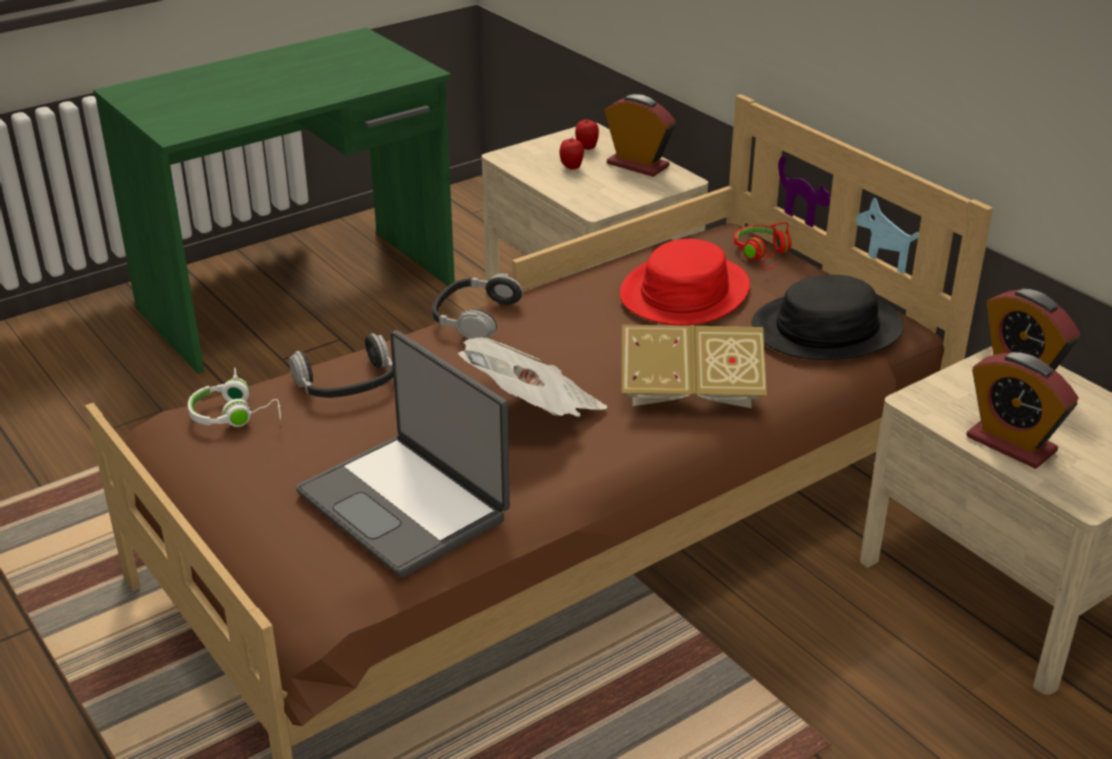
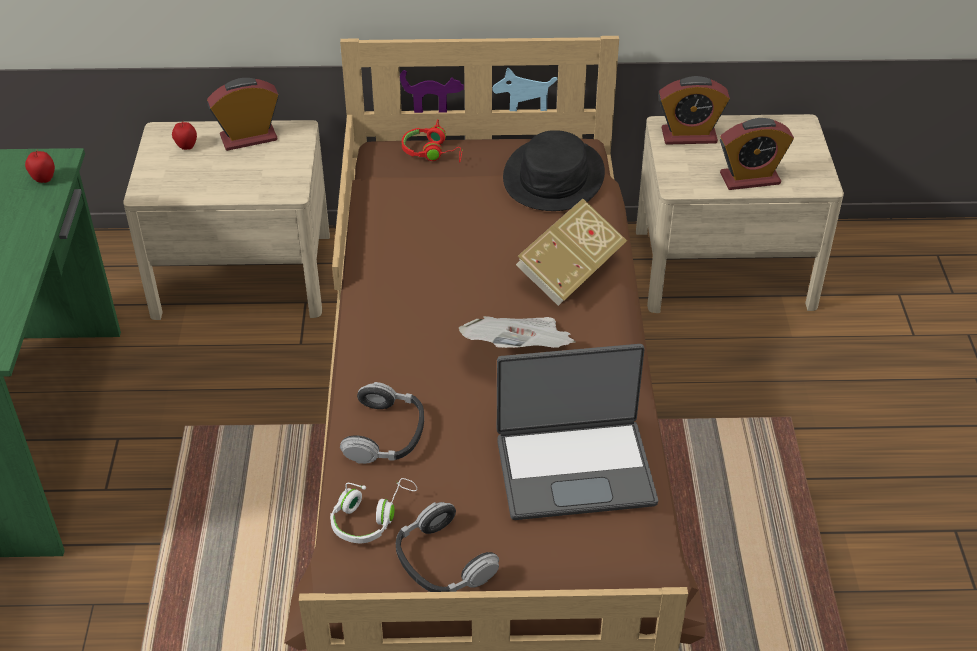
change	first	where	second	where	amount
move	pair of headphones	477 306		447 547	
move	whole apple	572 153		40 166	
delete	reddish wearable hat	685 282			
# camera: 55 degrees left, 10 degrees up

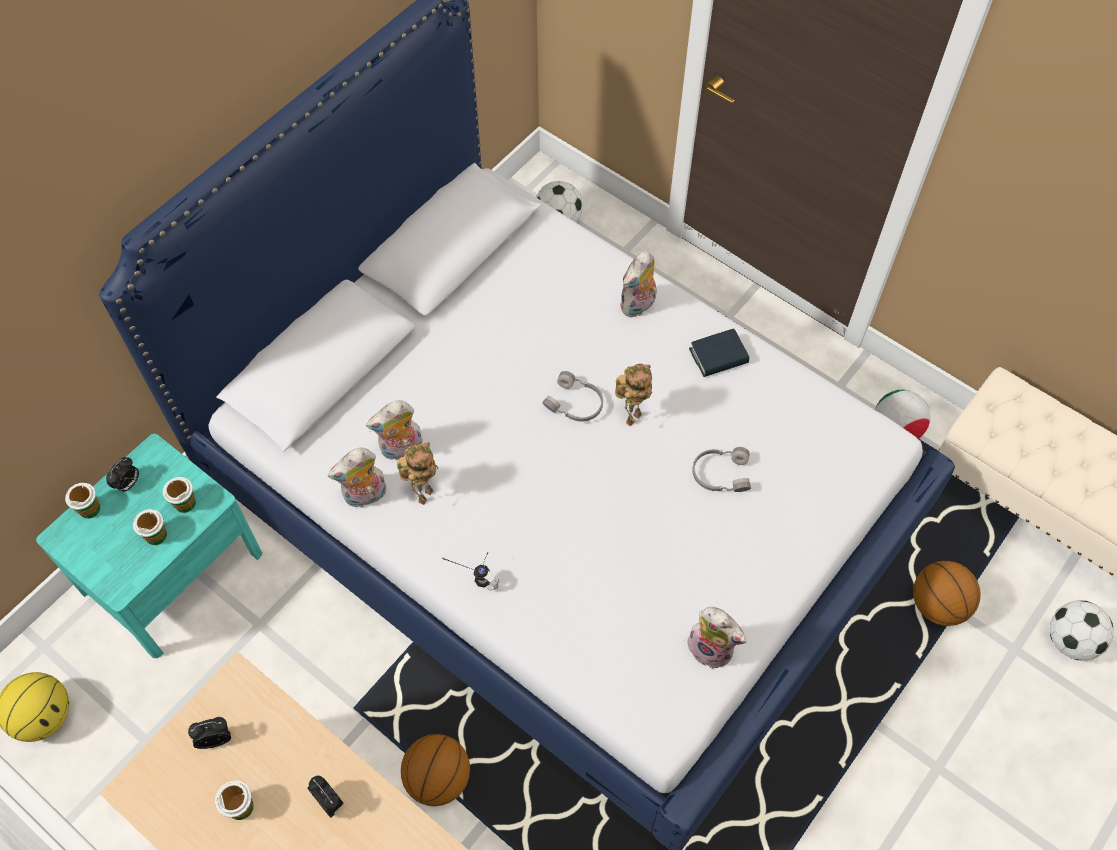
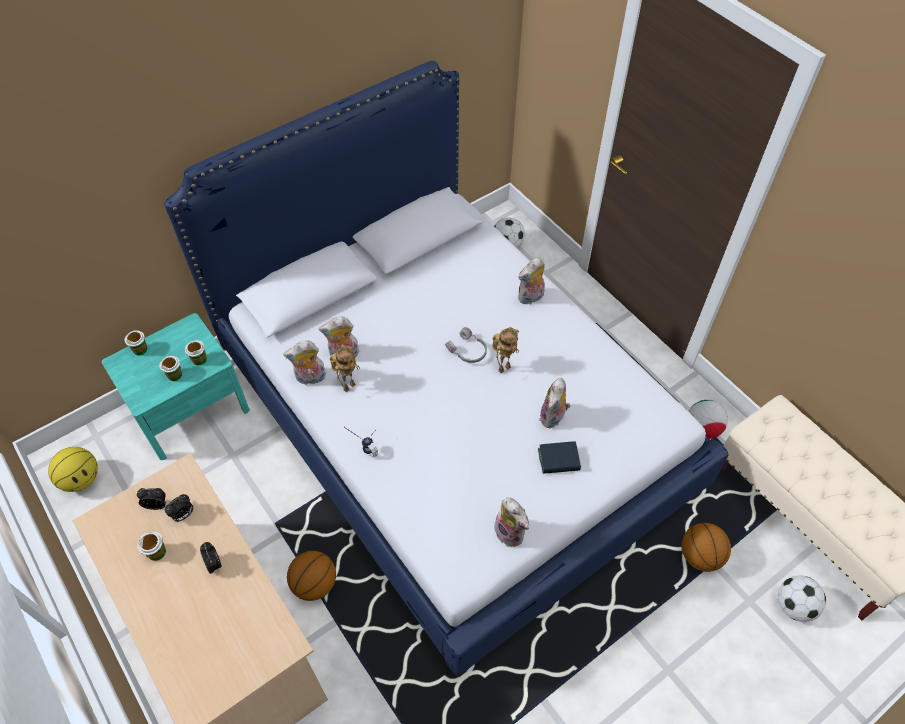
change	first	where	second	where	amount
move	table clock	122 475		179 508	
move	volume	719 353		559 457	
replace	grey pair of headphones	721 469	soft toy	554 403	
# camera: 15 degrees right, 5 degrees down

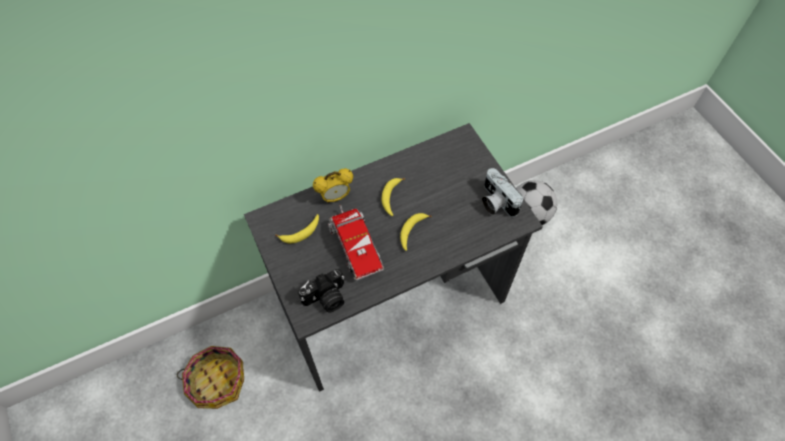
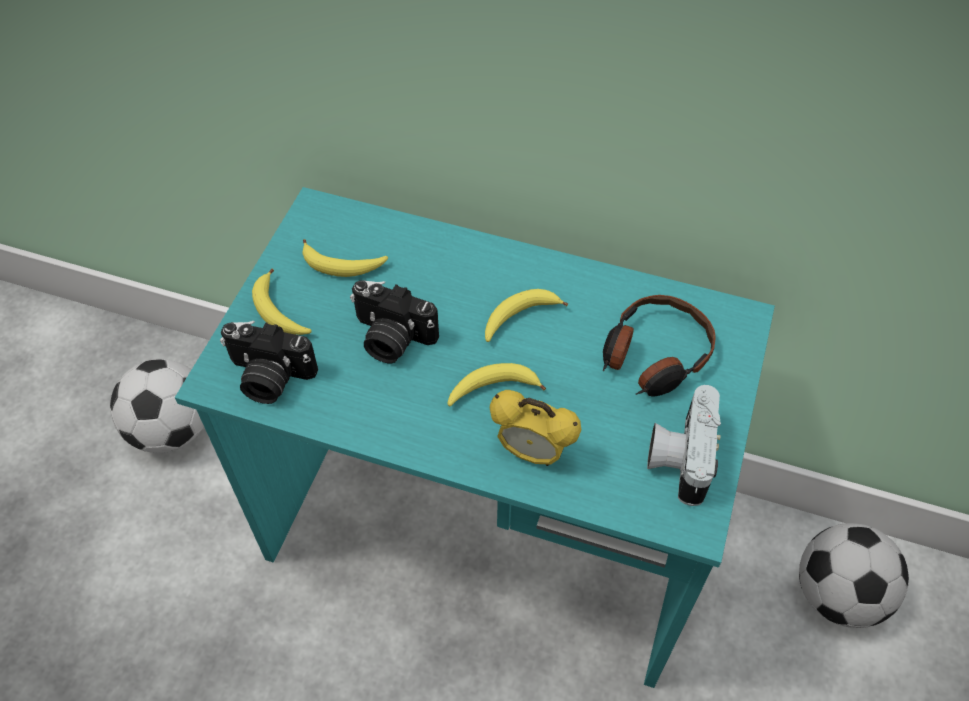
change	first	where	second	where	amount
replace	household basket	210 377	ball for football	157 406	
recolor	grey desk table	393 257	turquoise desk table	475 437	
move	table clock	333 185		535 428	
replace	toy lorry	356 242	photo camera	394 321	
insert			whole banana	282 302	
insert			pair of headphones	659 346	
# camera: 45 degrees right, 5 degrees down

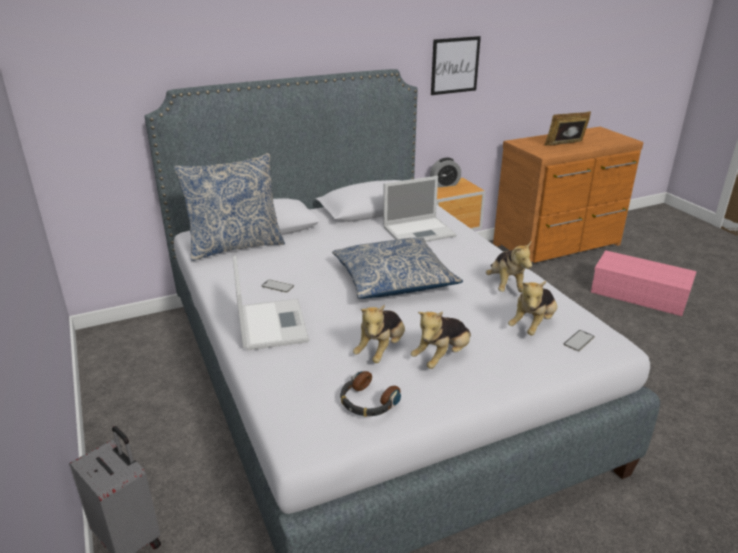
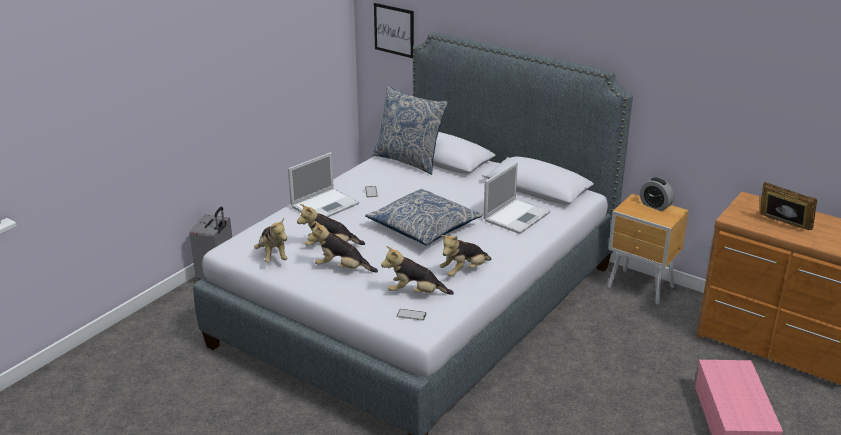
change	first	where	second	where	amount
replace	pair of headphones	370 394	soft toy	270 240	
rotate	portable computer	420 209		516 198	90 degrees counterclockwise
move	wall picture	456 65		394 30	
# camera: 60 degrees right, 0 degrees up

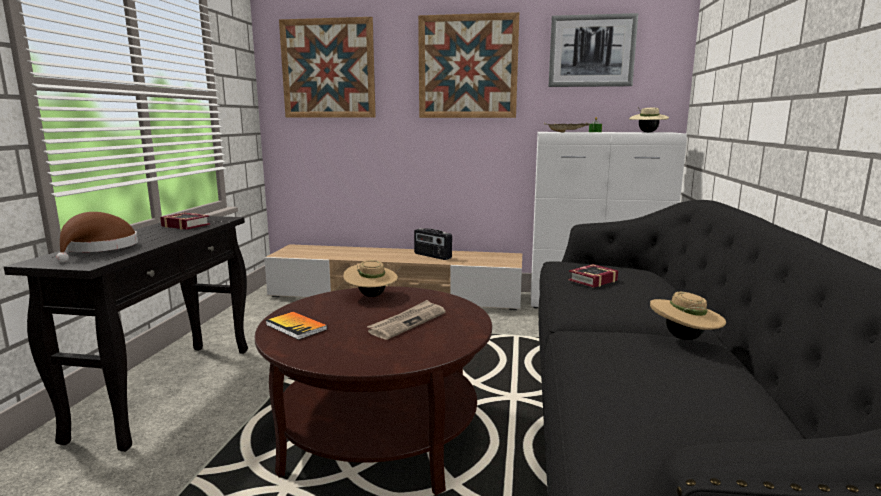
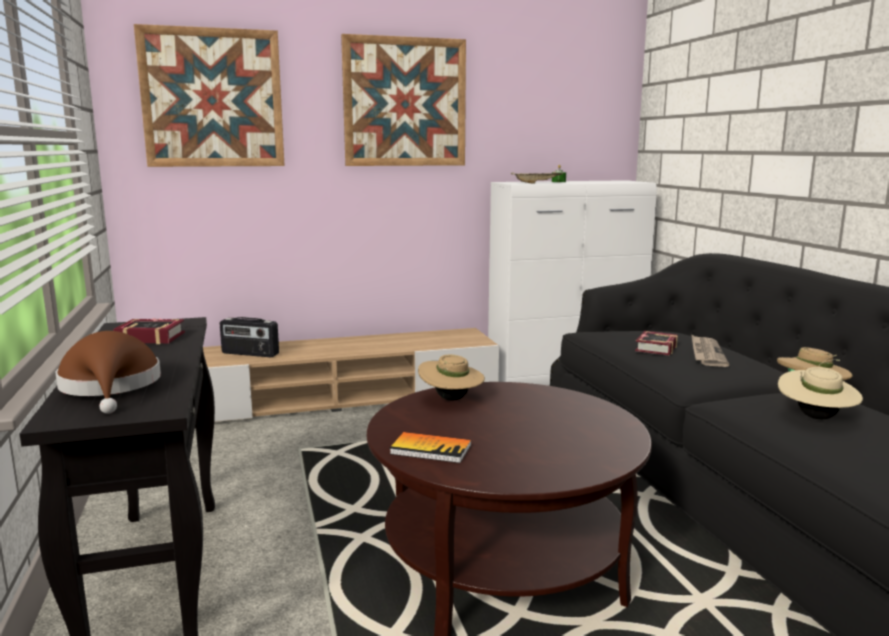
change	first	where	second	where	amount
move	daily paper	406 320		710 350	
move	radio receiver	433 244		249 337	
delete	wall picture	593 50			
move	beige-coloured wearable hat	649 119		820 393	
# camera: 25 degrees left, 0 degrees up

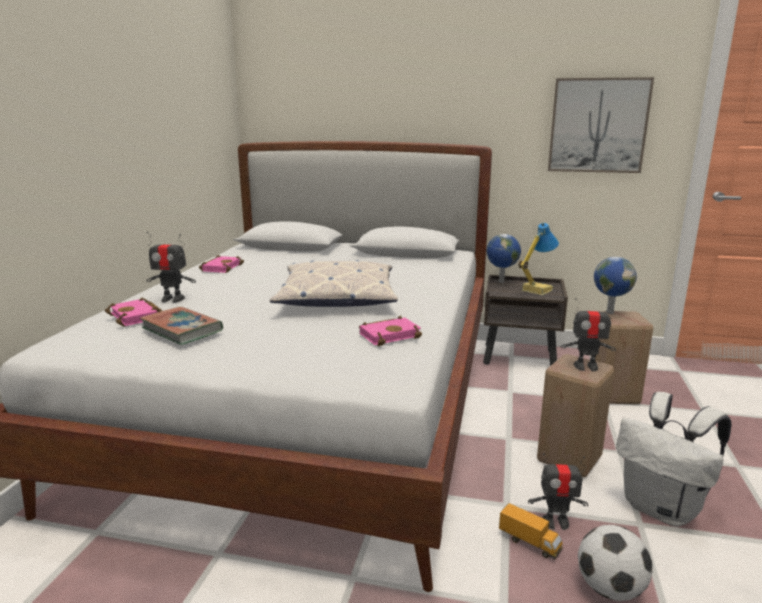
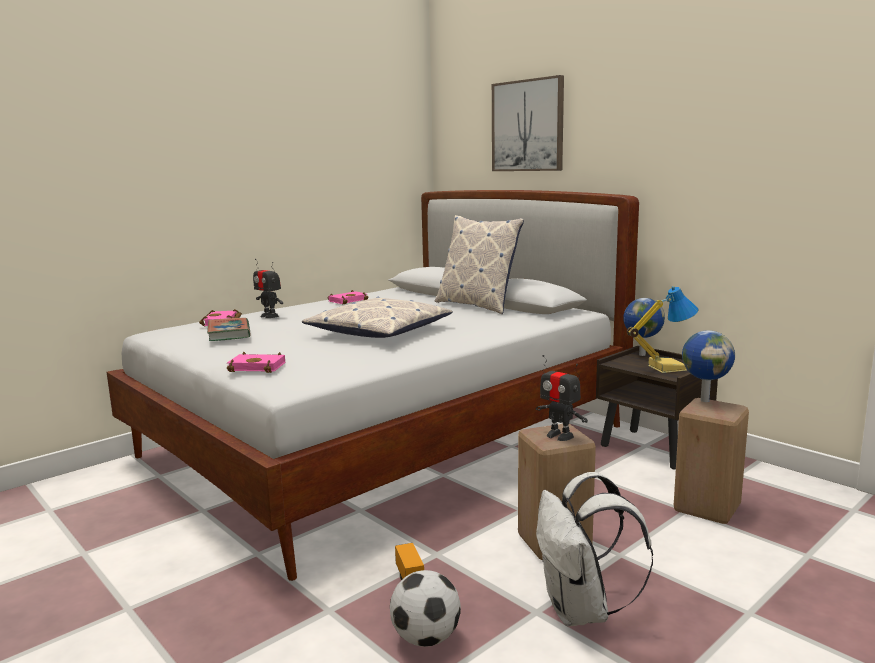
change	first	where	second	where	amount
move	pink-coloured volume	390 331		256 362	
delete	robot figure	558 491			
move	wall picture	601 125		528 123	
insert			throw pillow	479 264	
# camera: 35 degrees right, 5 degrees down

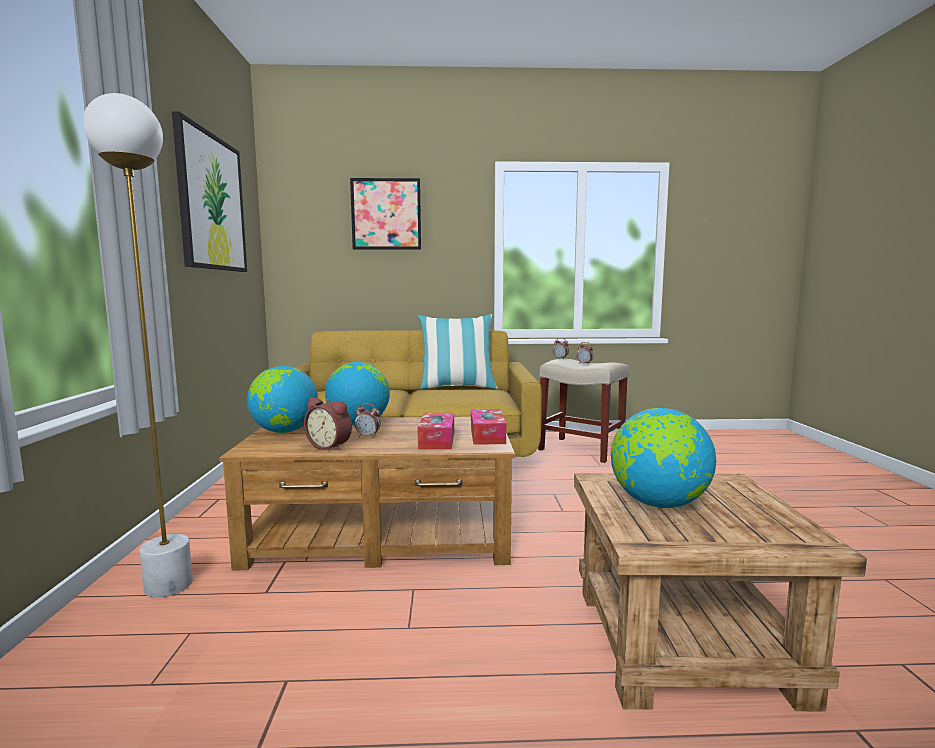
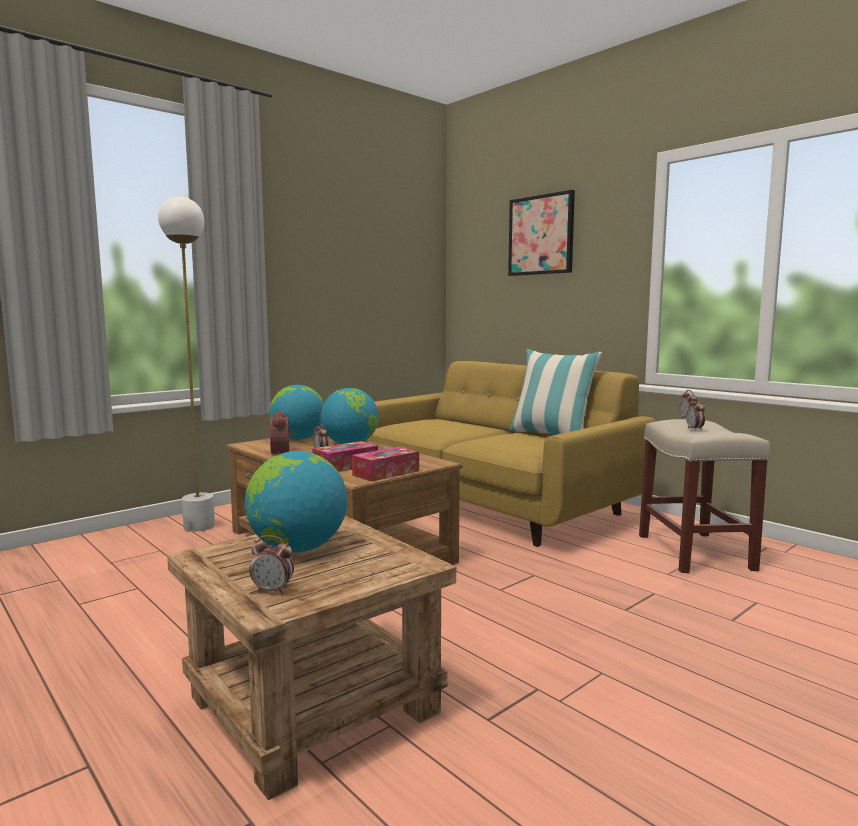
change	first	where	second	where	amount
delete	wall picture	209 191			
insert			table clock	271 564	
# camera: 50 degrees right, 0 degrees up

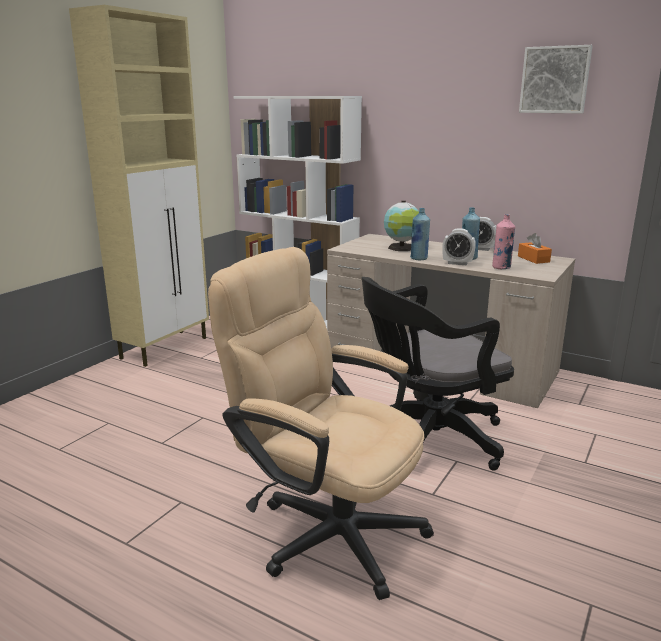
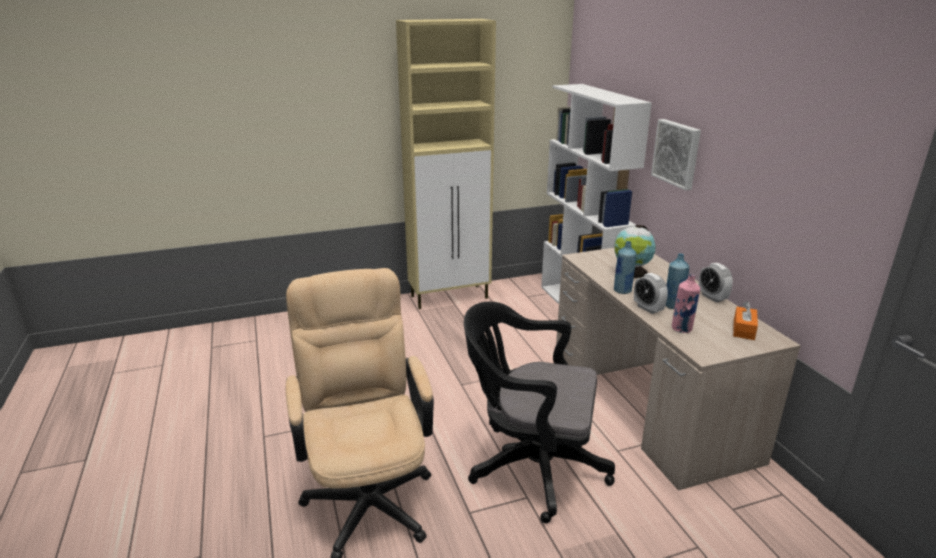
change	first	where	second	where	amount
move	wall picture	556 79		676 155	
# camera: 40 degrees right, 5 degrees up

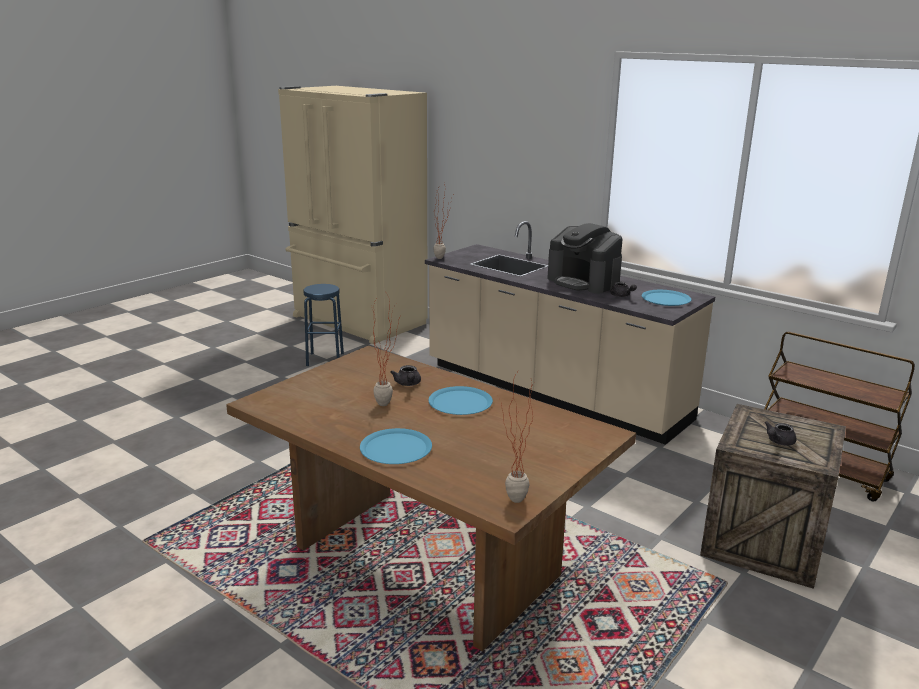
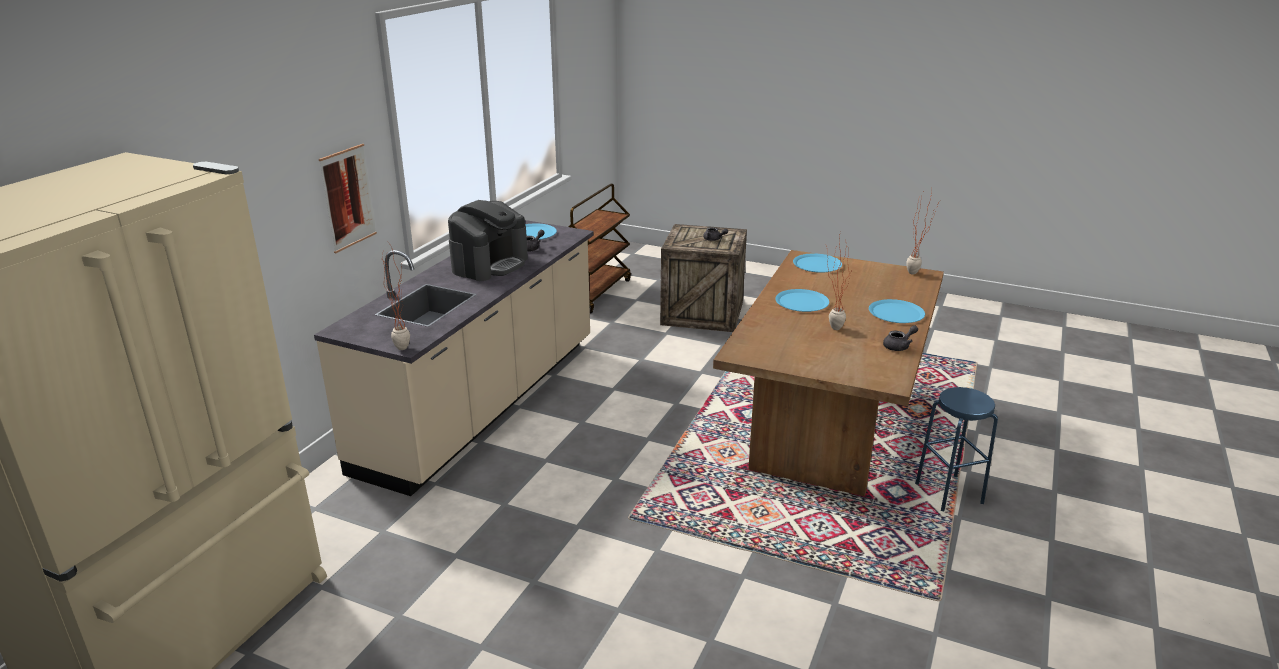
change	first	where	second	where	amount
move	bluish stool seat	323 325		956 449	
move	grey tea pot	405 375		900 338	
insert			wall picture	348 198	
insert			bluish dinner plate	817 263	
# camera: 105 degrees left, 5 degrees up

